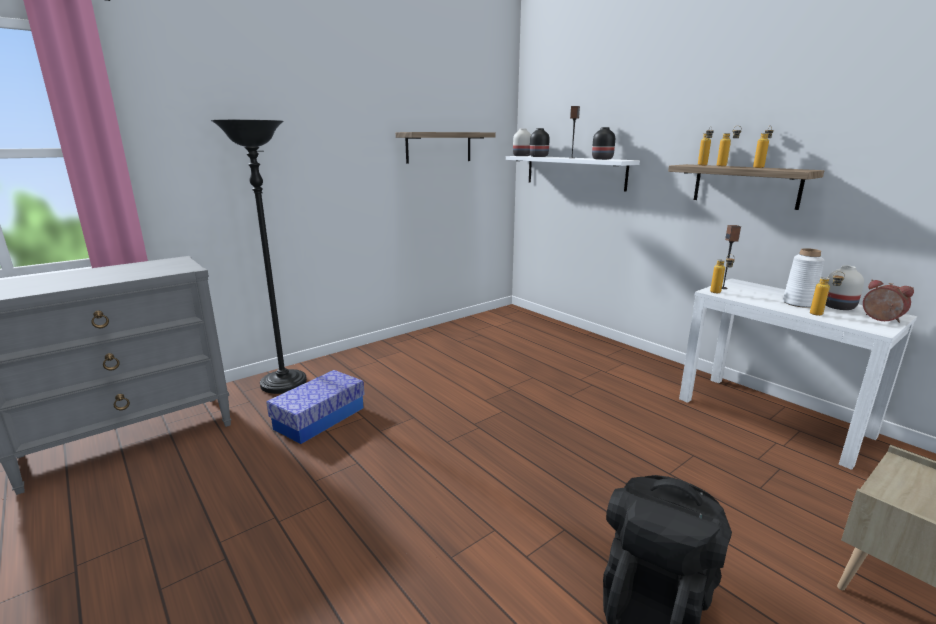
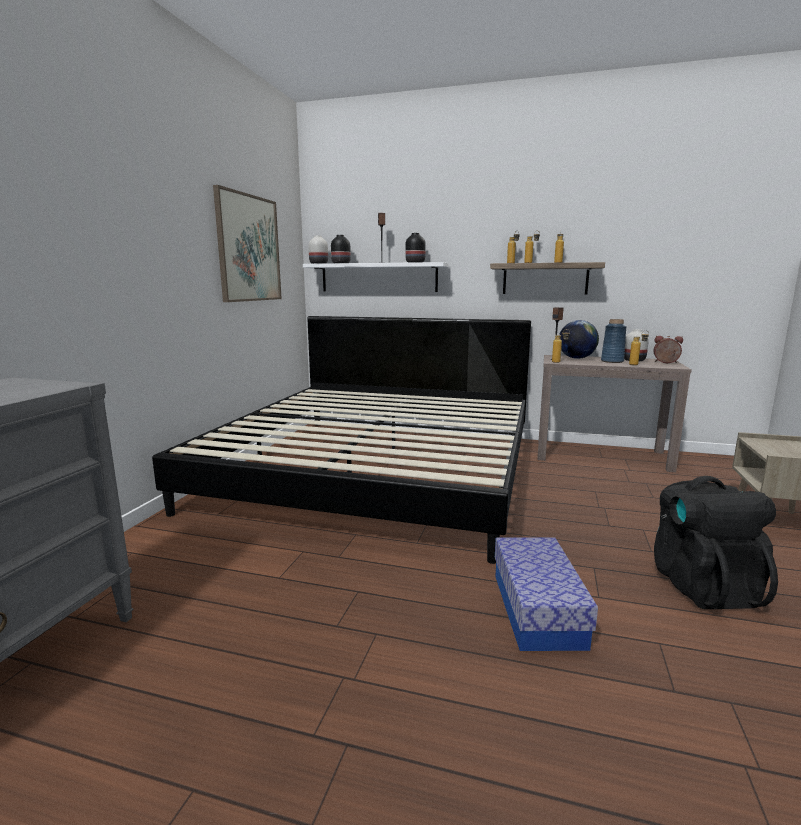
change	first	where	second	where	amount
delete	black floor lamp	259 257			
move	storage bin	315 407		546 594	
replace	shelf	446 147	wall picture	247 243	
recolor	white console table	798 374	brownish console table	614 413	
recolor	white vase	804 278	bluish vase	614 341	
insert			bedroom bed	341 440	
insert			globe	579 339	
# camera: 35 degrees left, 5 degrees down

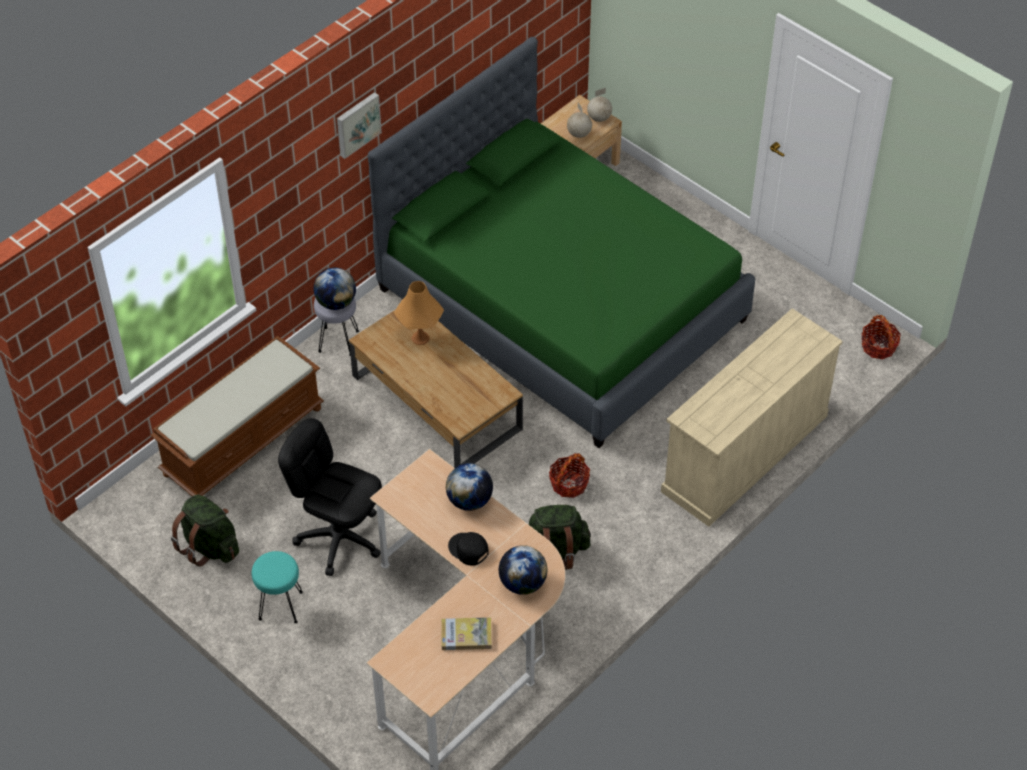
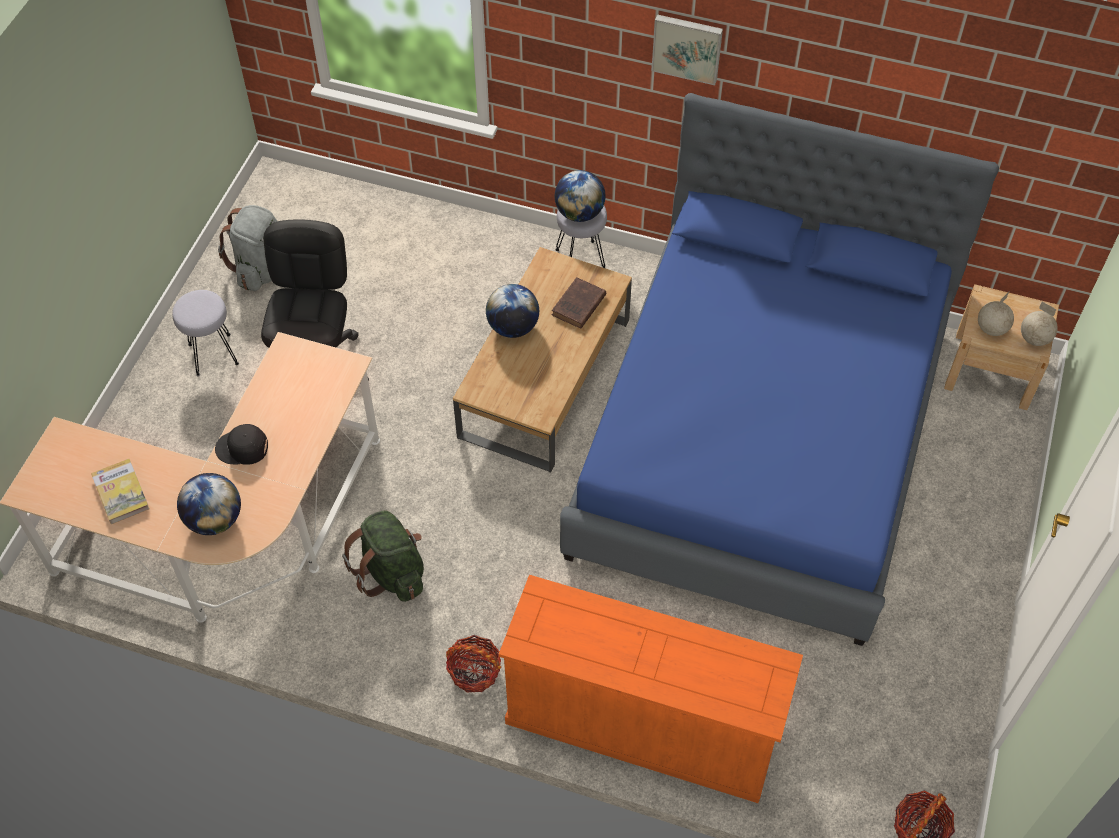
change	first	where	second	where	amount
delete	brownish bench	237 416			
recolor	greenish knapsack	205 530	grey knapsack	247 248	
recolor	turquoise stool seat	277 587	grey stool seat	205 333	
recolor	greenish bedroom bed	561 242	bluish bedroom bed	779 369	
replace	orange-coloured table lamp	419 313	brownish volume	579 303	
move	globe	469 487		512 311	
rotate	black peaked cap	468 549		241 444	105 degrees counterclockwise
move	household basket	569 475		473 664	
recolor	beige-coloured chest of drawers	752 417	orange-coloured chest of drawers	651 689	
# camera: 65 degrees right, 5 degrees up

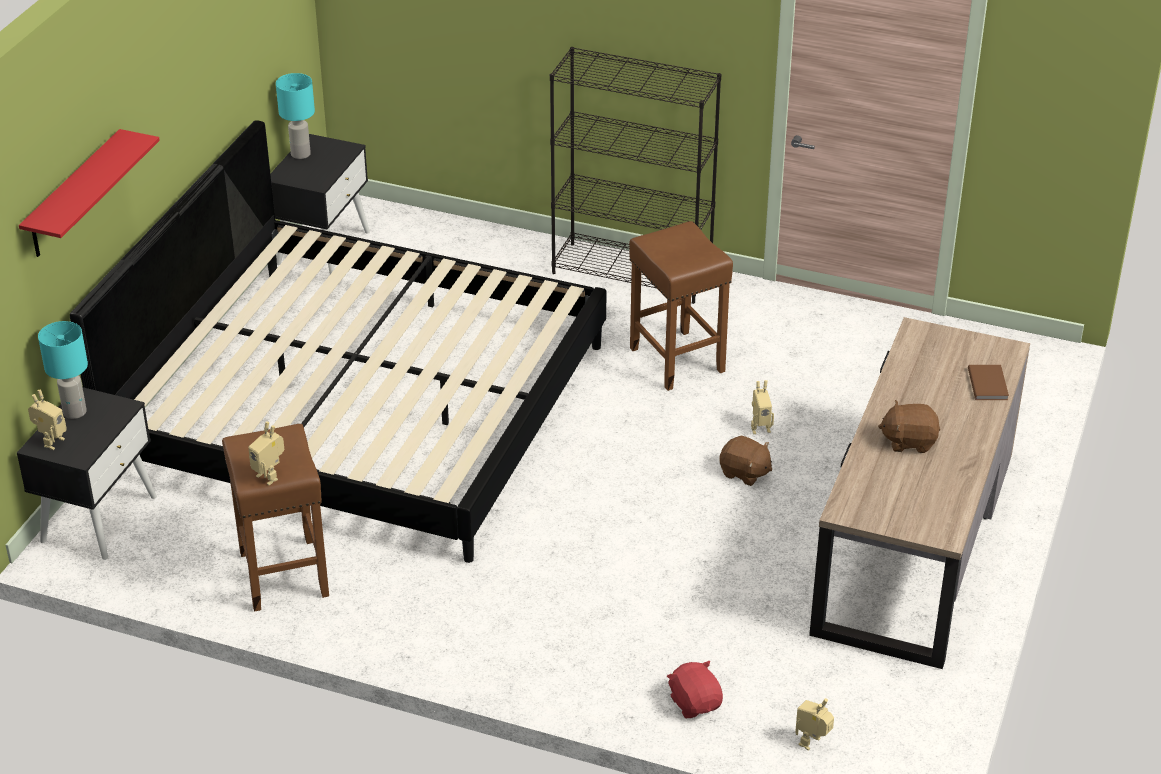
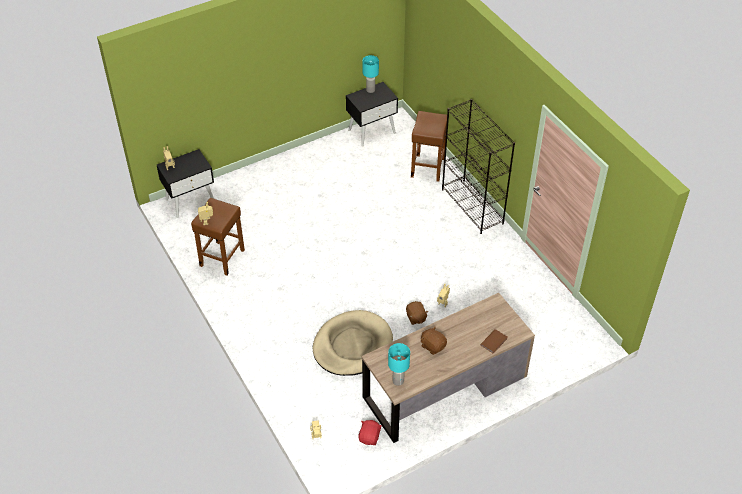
change	first	where	second	where	amount
delete	reddish shelf	89 193			
move	turquoise table lamp	63 370		399 364	
delete	bedroom bed	338 341			
move	brownish stool seat	681 306		429 146	
move	reddish soft toy	695 689		370 432	
insert			beige-coloured dog bed	353 343	
# camera: 40 degrees right, 10 degrees up

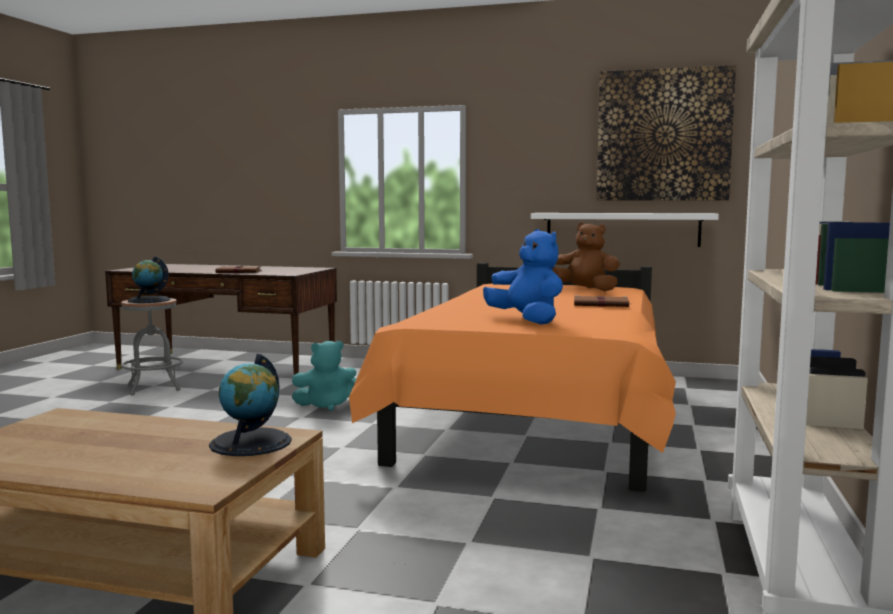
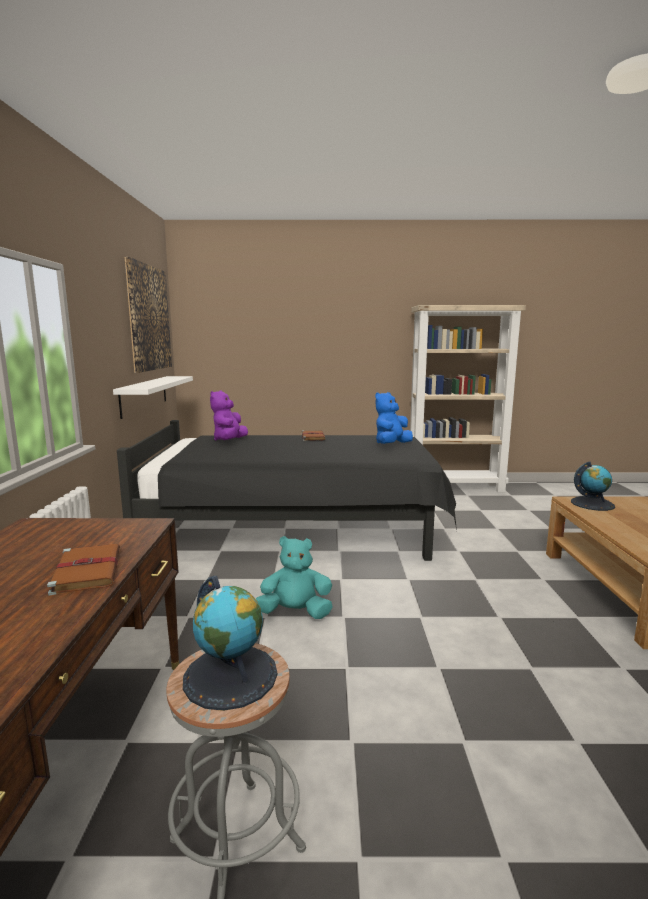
change	first	where	second	where	amount
rotate	turquoise soft toy	324 376		294 577	60 degrees counterclockwise
recolor	orange-coloured bedroom bed	512 377	black bedroom bed	287 490	
recolor	brownish soft toy	586 256	purplish soft toy	229 415	
# camera: 105 degrees left, 5 degrees up

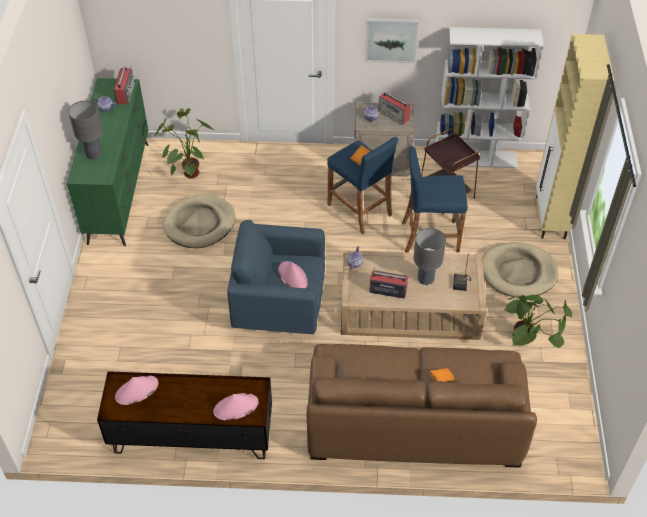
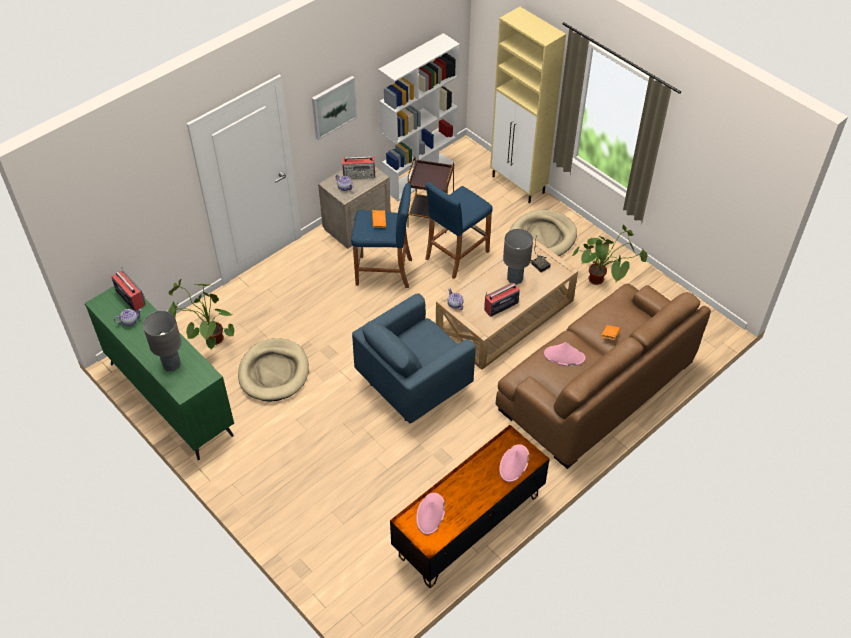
change	first	where	second	where	amount
move	pink-coloured wearable hat	293 274		564 354	
# camera: 45 degrees left, 0 degrees up

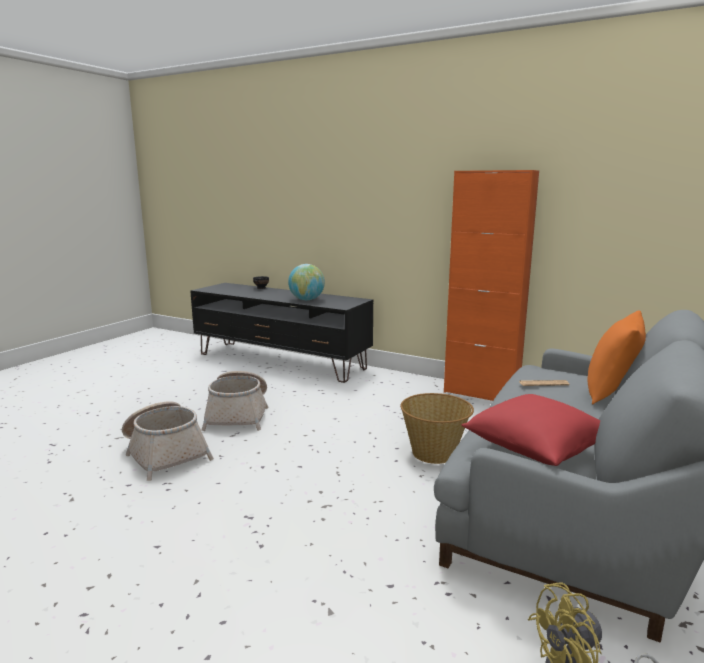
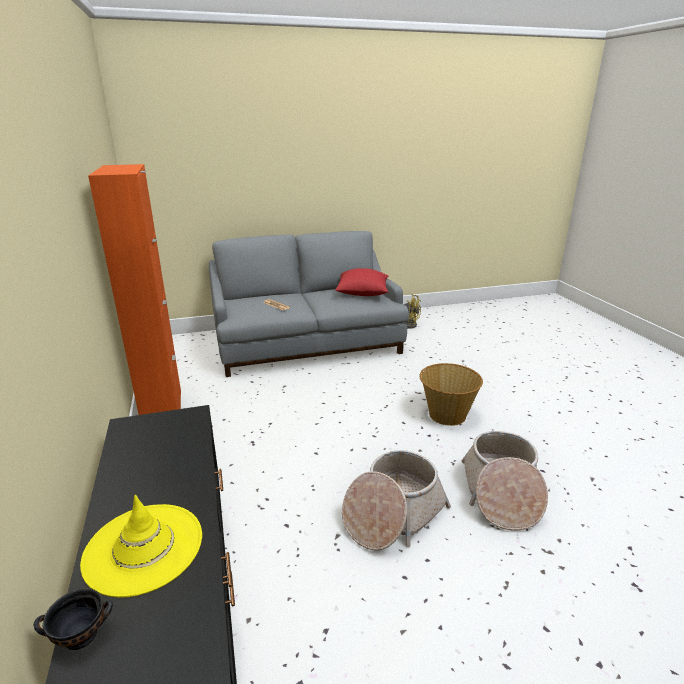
change	first	where	second	where	amount
delete	globe	306 282			
move	household basket	437 428		451 394	
delete	orange-coloured throw pillow	617 357			
insert			yellowish wearable hat	141 546	
# camera: 135 degrees left, 10 degrees up

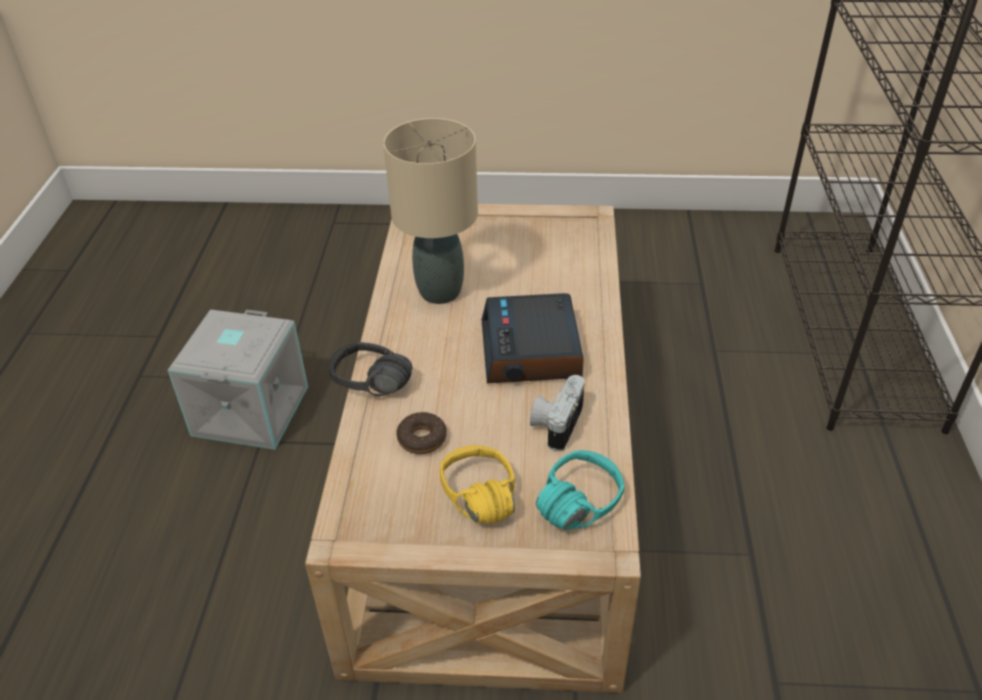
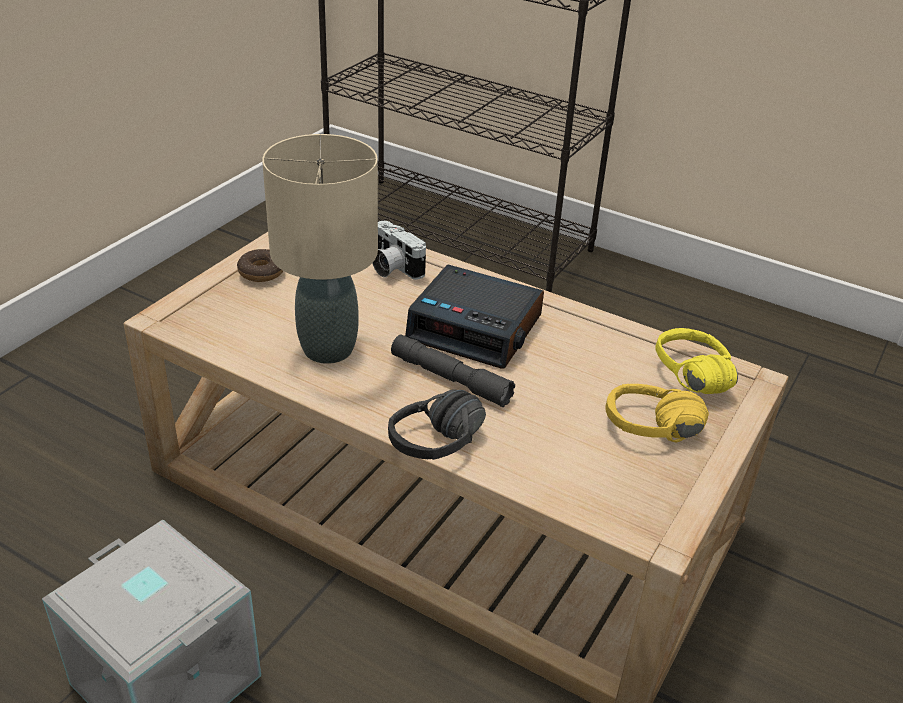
change	first	where	second	where	amount
move	ring doughnut	421 433		260 265	
move	photo camera	557 413		399 250	
recolor	turquoise pair of headphones	580 490	yellowish pair of headphones	696 361	
insert			grey flashlight	453 371	
# camera: 65 degrees left, 5 degrees down

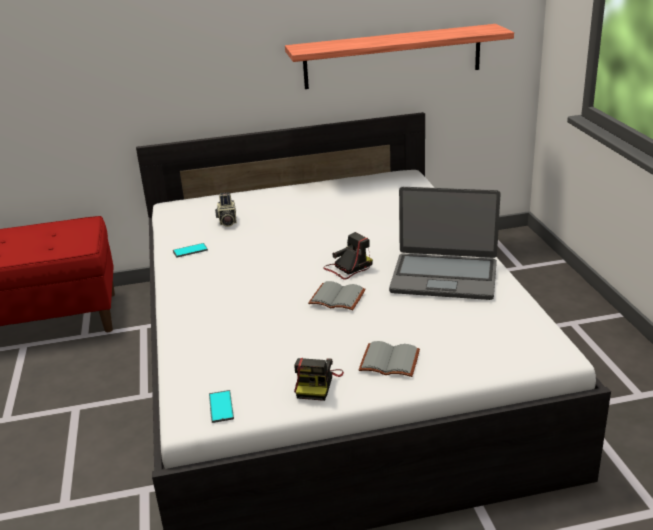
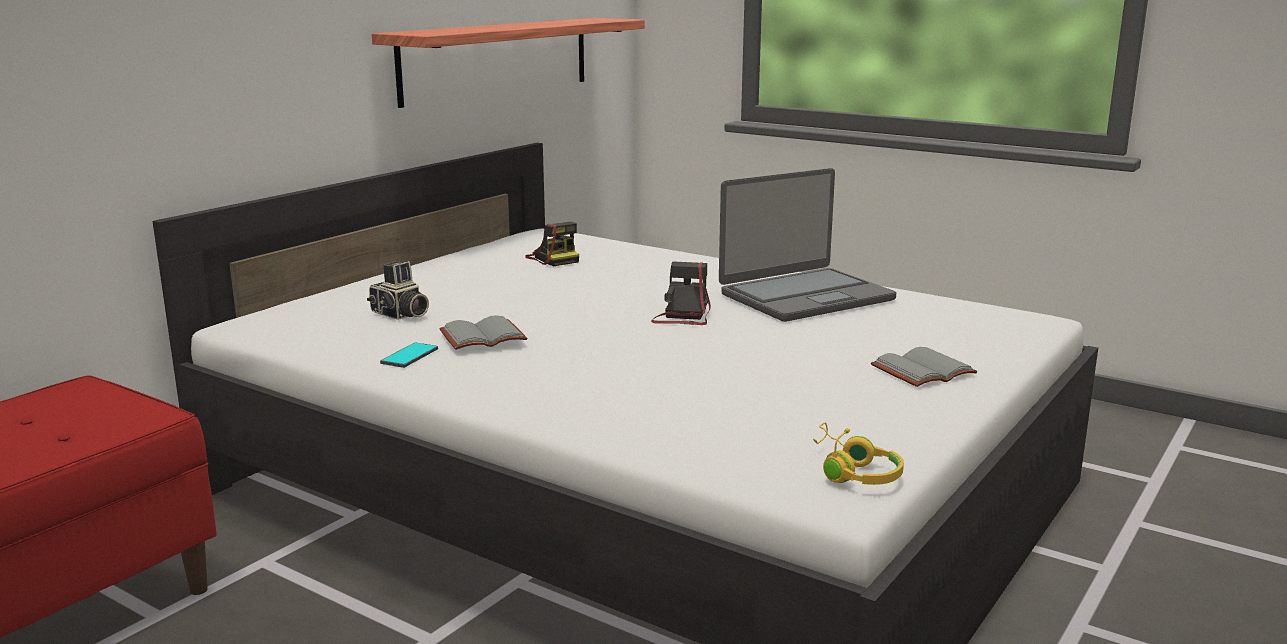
change	first	where	second	where	amount
replace	telephone	221 406	yellowish pair of headphones	858 453	
move	photo camera	319 379		552 244	
move	grey volume	337 295		483 332	
# camera: 45 degrees left, 10 degrees down

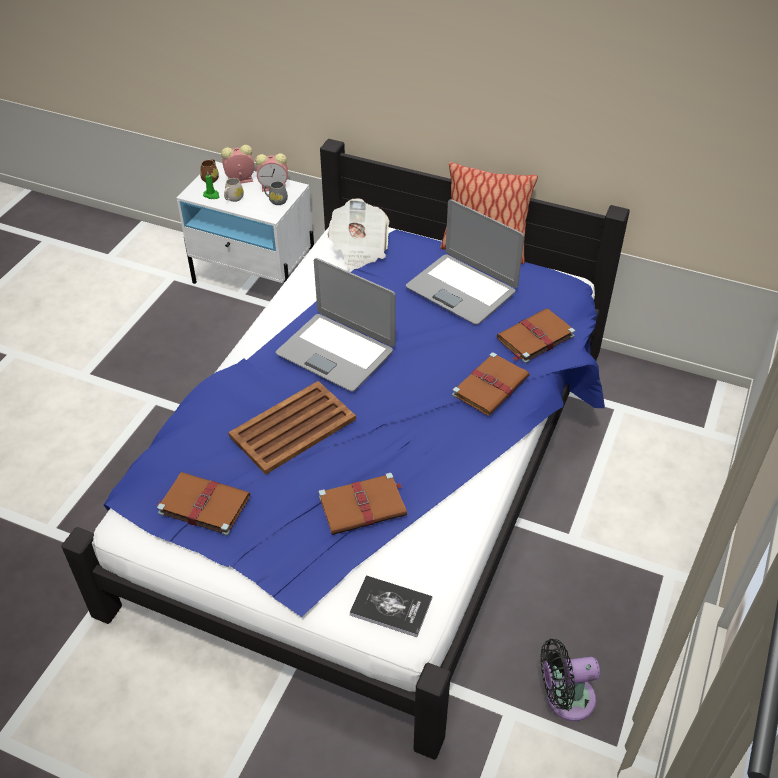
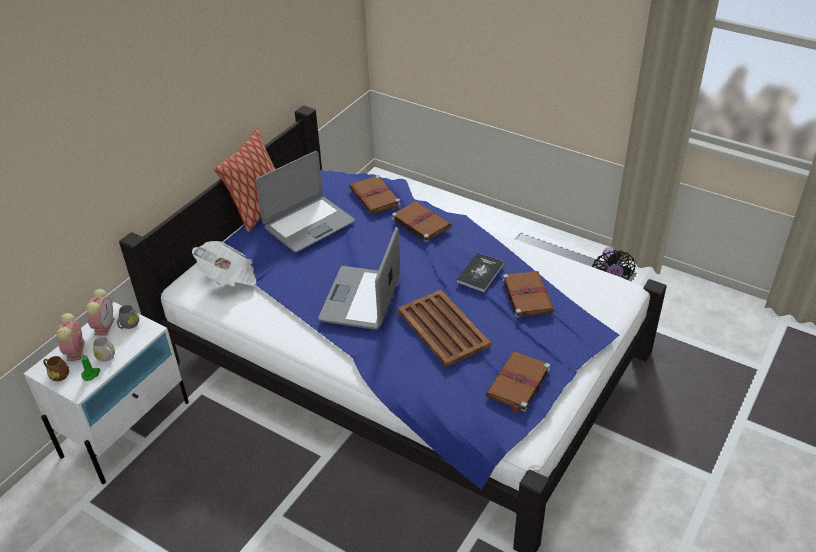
change	first	where	second	where	amount
rotate	portable computer	336 325		359 278	150 degrees clockwise
move	volume	390 606		480 272	
# camera: 80 degrees left, 5 degrees down

